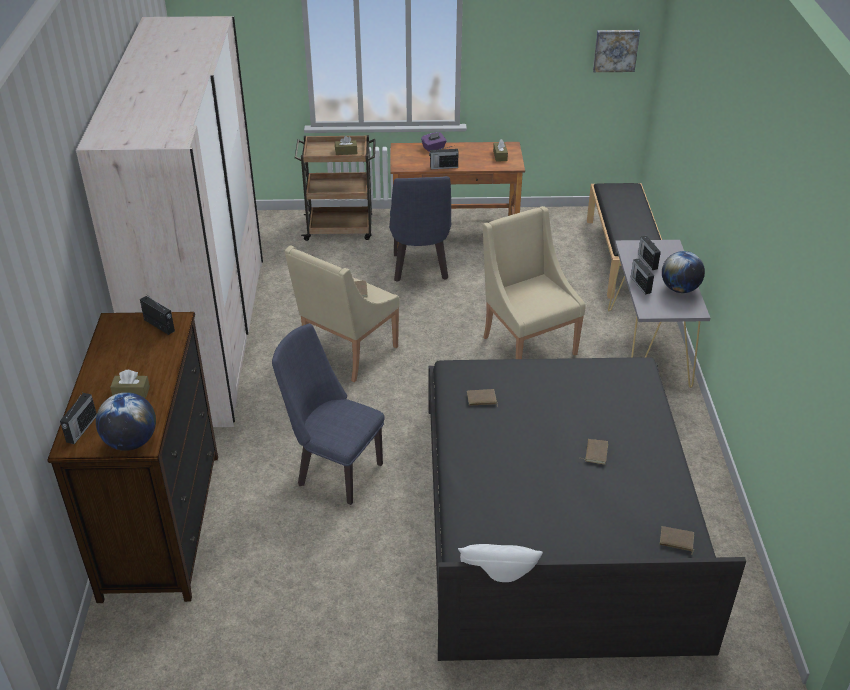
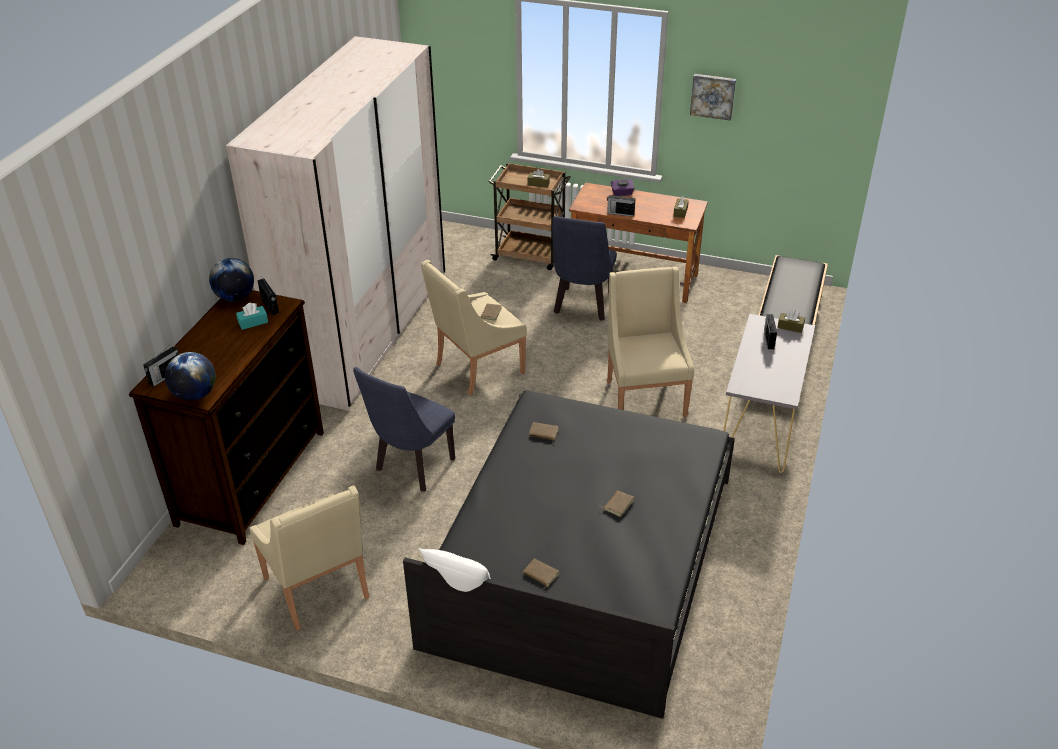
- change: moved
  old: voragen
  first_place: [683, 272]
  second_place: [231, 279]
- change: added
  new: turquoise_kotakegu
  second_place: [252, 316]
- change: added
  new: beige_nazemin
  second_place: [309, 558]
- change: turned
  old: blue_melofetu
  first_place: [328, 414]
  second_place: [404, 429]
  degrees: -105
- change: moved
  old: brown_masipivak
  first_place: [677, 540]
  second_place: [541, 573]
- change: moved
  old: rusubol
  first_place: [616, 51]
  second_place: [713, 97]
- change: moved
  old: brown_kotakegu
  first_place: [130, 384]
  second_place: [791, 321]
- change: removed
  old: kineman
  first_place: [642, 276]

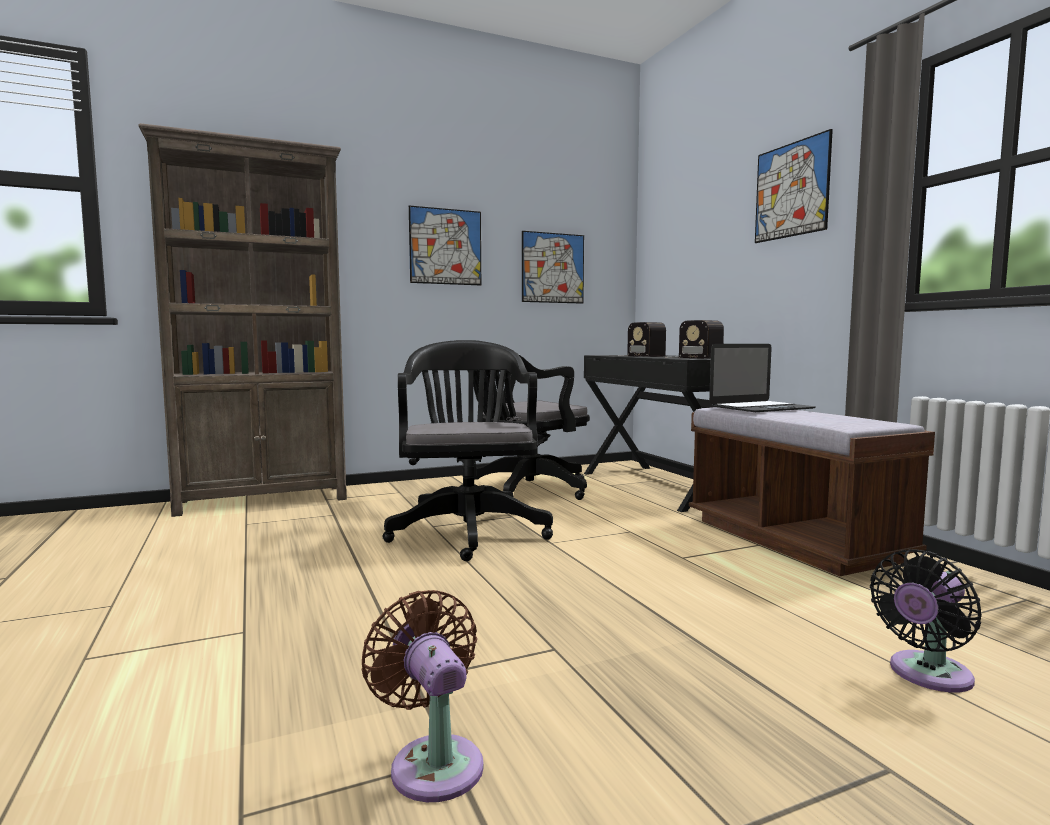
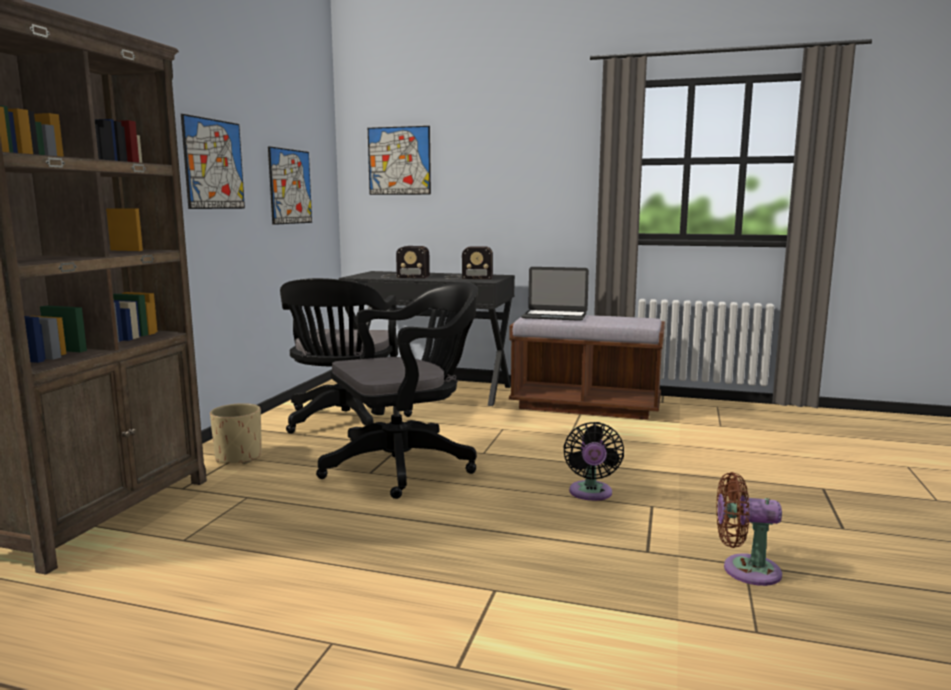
- change: added
  new: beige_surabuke
  second_place: [236, 433]
- change: turned
  old: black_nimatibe
  first_place: [468, 450]
  second_place: [397, 390]
  degrees: 120
- change: moved
  old: rusubol
  first_place: [794, 186]
  second_place: [399, 160]
- change: turned
  old: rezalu
  first_place: [762, 378]
  second_place: [555, 294]
  degrees: 90
- change: moved
  old: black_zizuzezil
  first_place: [926, 620]
  second_place: [593, 461]

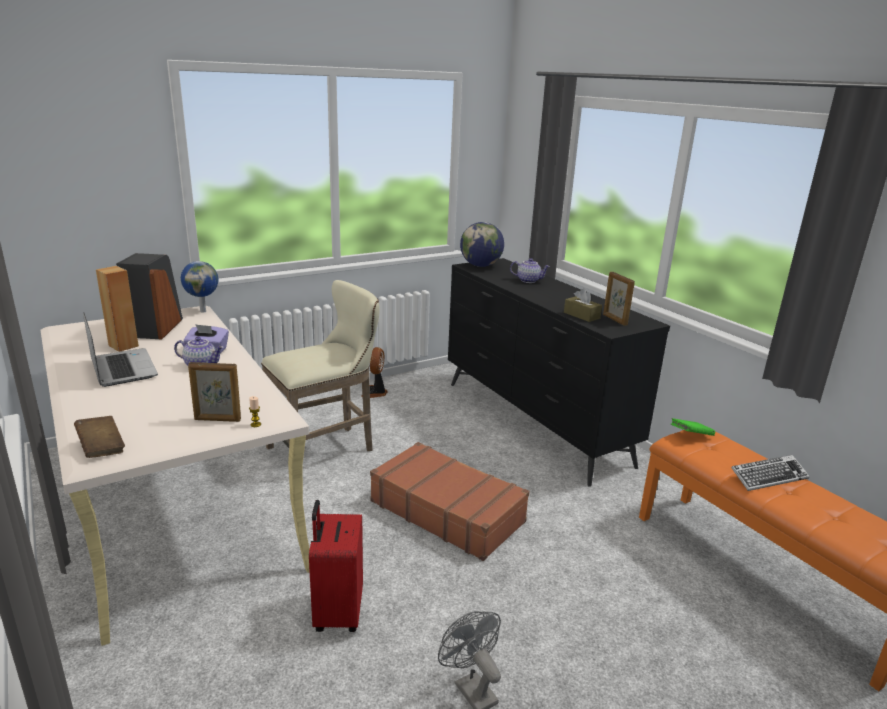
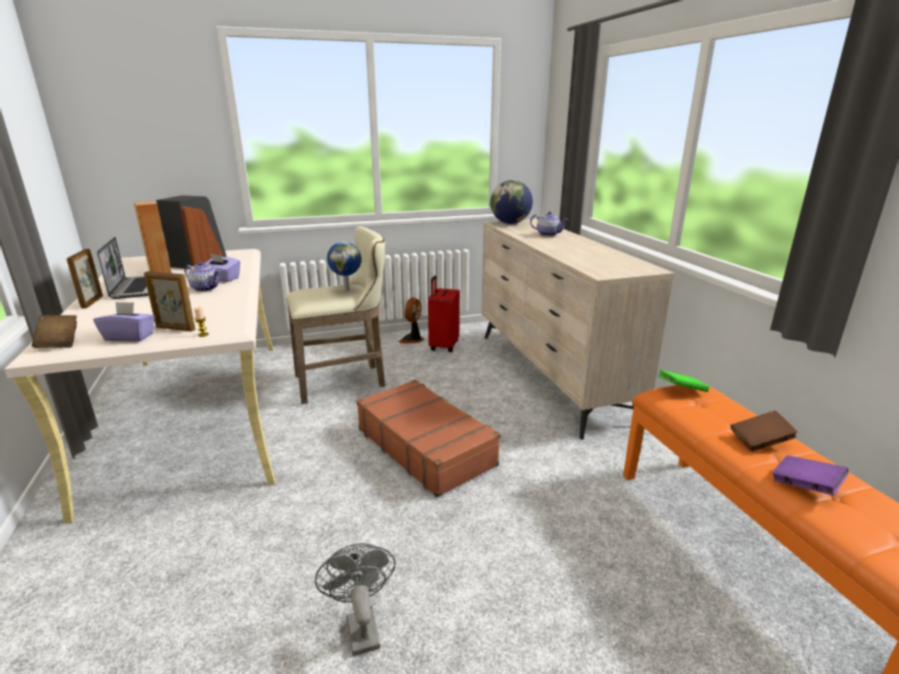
- change: moved
  old: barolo
  first_place: [619, 299]
  second_place: [85, 279]
- change: added
  new: purple_kotakegu
  second_place: [124, 322]
- change: moved
  old: voragen
  first_place: [200, 287]
  second_place: [344, 266]
- change: moved
  old: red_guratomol
  first_place: [336, 566]
  second_place: [444, 314]
- change: recoloured
  old: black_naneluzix
  new: beige_naneluzix
  first_place: [559, 372]
  second_place: [578, 329]
- change: replaced
  old: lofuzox
  new: brown_masipivak
  first_place: [770, 473]
  second_place: [764, 431]
- change: added
  new: purple_masipivak
  second_place: [810, 475]
- change: removed
  old: brown_kotakegu
  first_place: [583, 305]

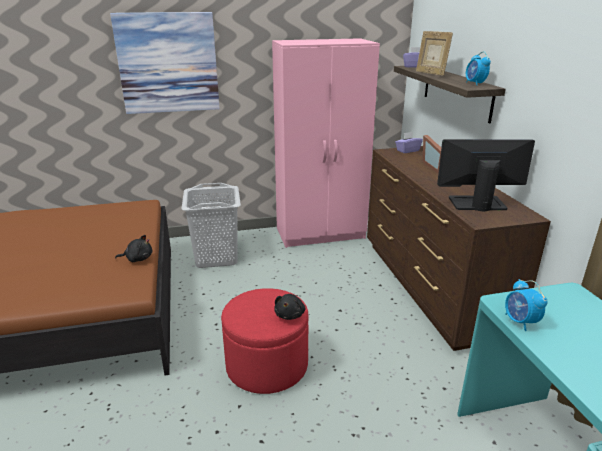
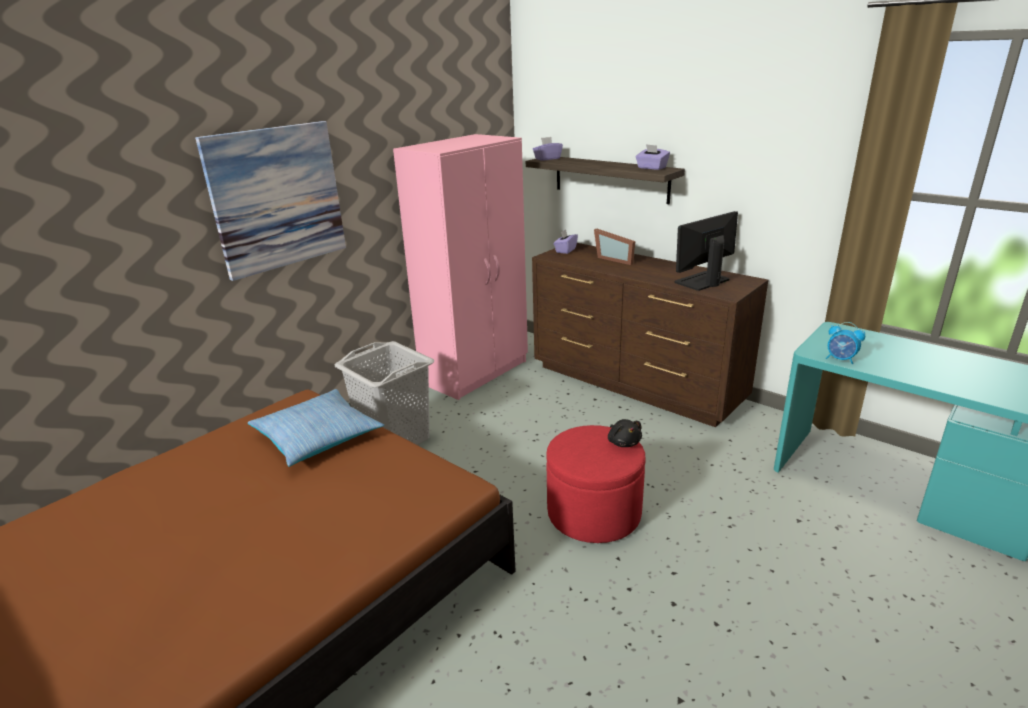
- change: added
  new: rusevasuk
  second_place: [316, 428]
- change: replaced
  old: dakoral
  new: purple_kotakegu
  first_place: [478, 68]
  second_place: [653, 157]
- change: removed
  old: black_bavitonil
  first_place: [133, 248]
- change: removed
  old: barolo
  first_place: [434, 53]

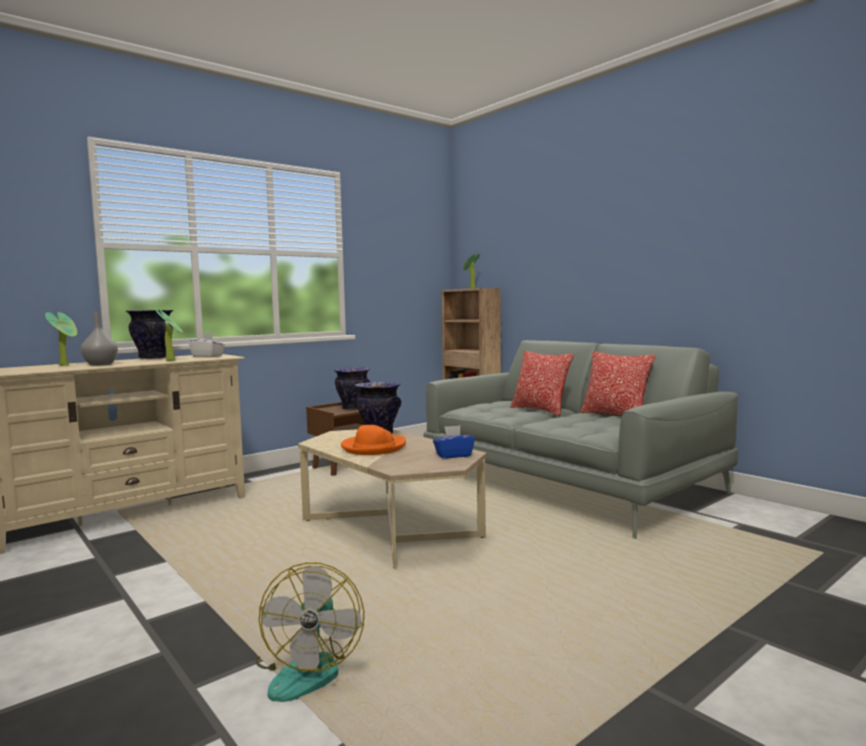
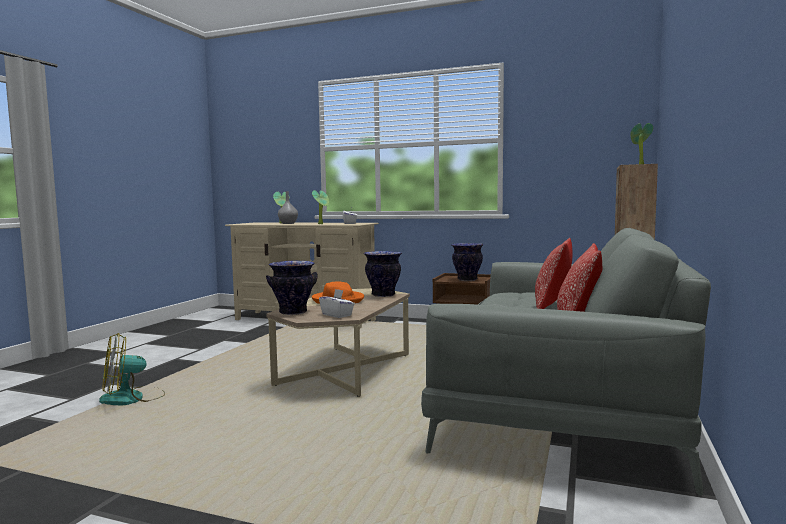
- change: moved
  old: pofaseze
  first_place: [149, 334]
  second_place: [292, 288]
- change: recoloured
  old: blue_kotakegu
  new: white_kotakegu
  first_place: [454, 442]
  second_place: [337, 303]

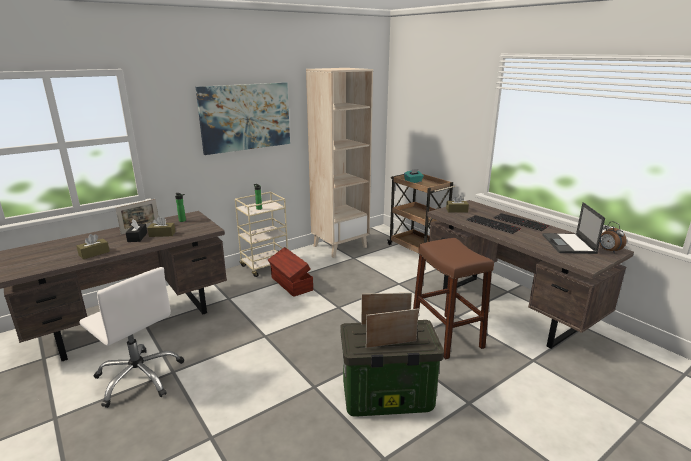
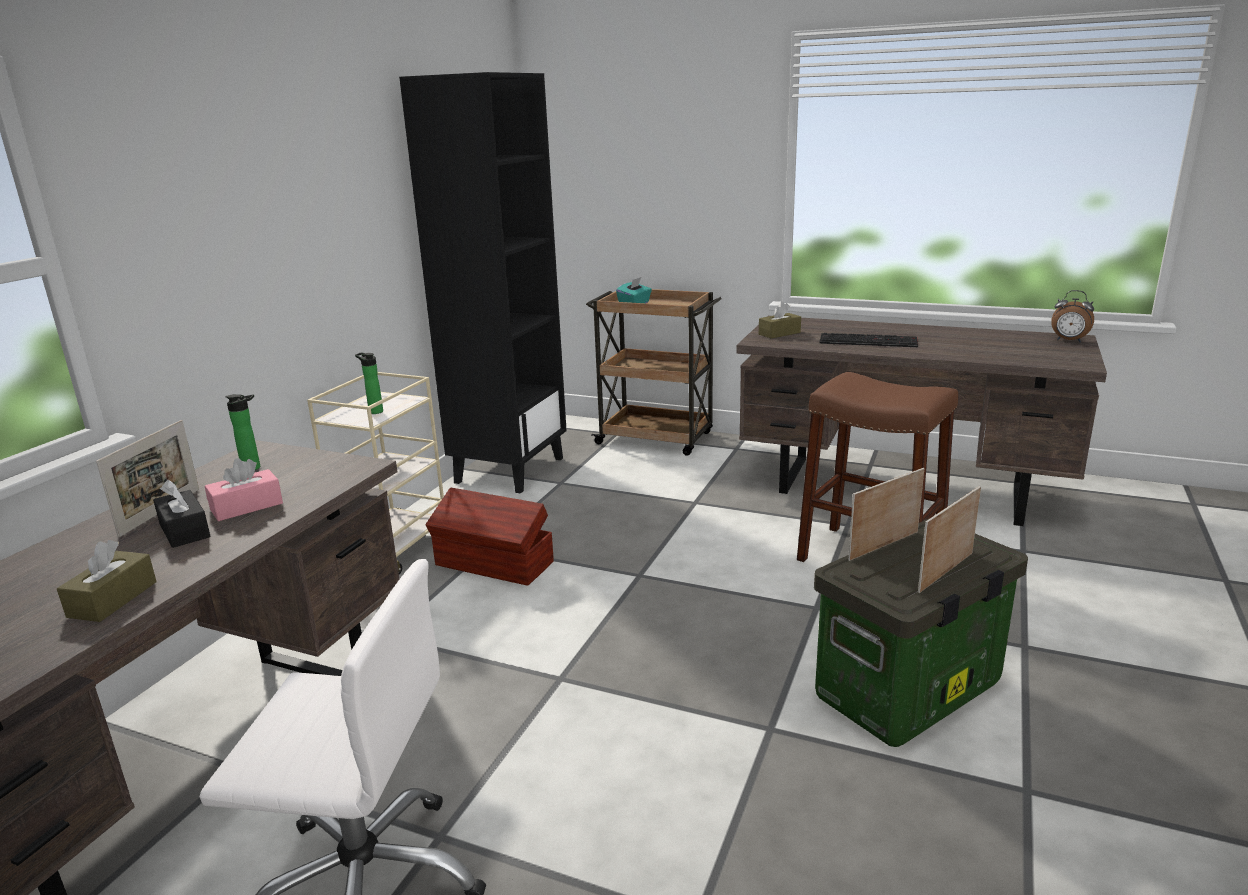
- change: recoloured
  old: brown_kotakegu
  new: pink_kotakegu
  first_place: [161, 226]
  second_place: [244, 489]
- change: recoloured
  old: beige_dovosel
  new: black_dovosel
  first_place: [339, 163]
  second_place: [483, 283]
- change: removed
  old: rusubol
  first_place: [243, 118]
- change: removed
  old: lofuzox
  first_place: [521, 222]
- change: removed
  old: rezalu
  first_place: [573, 228]

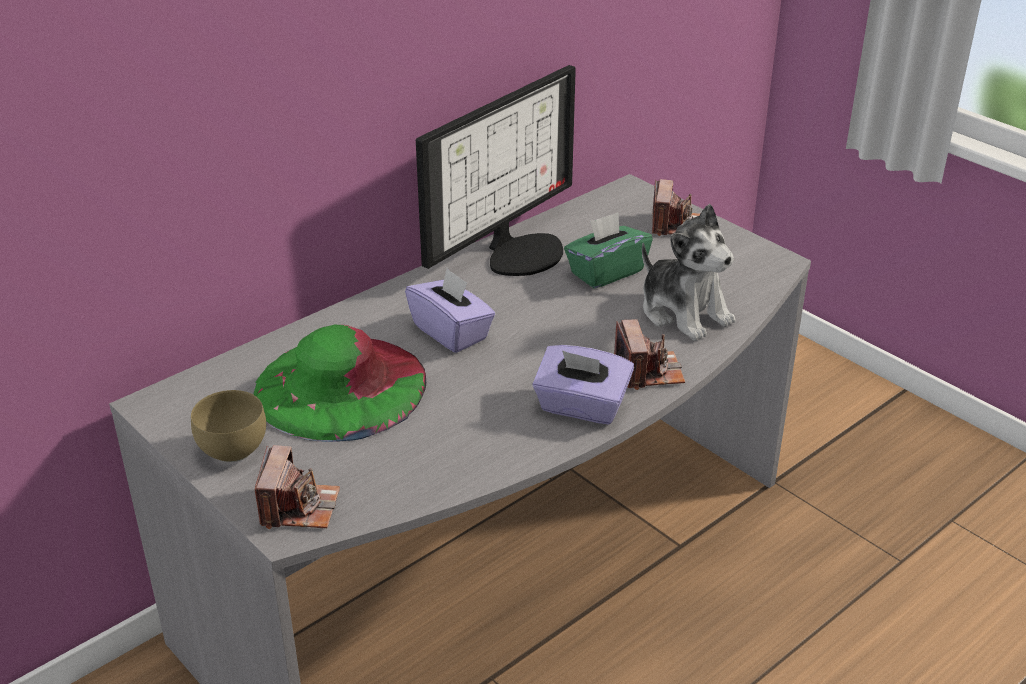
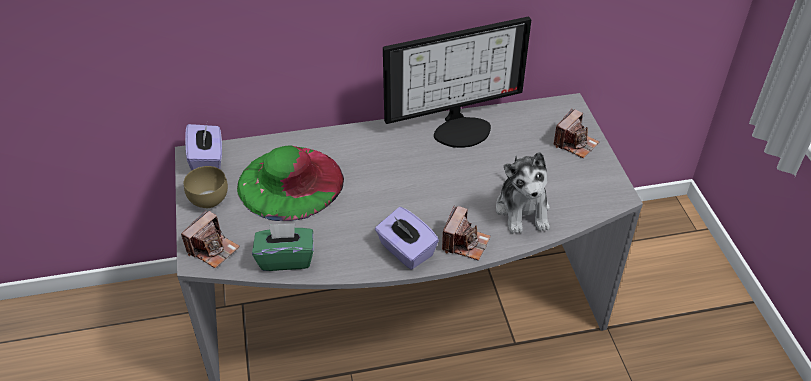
- change: moved
  old: purple_kotakegu
  first_place: [450, 310]
  second_place: [203, 147]
- change: moved
  old: green_kotakegu
  first_place: [608, 250]
  second_place: [282, 247]

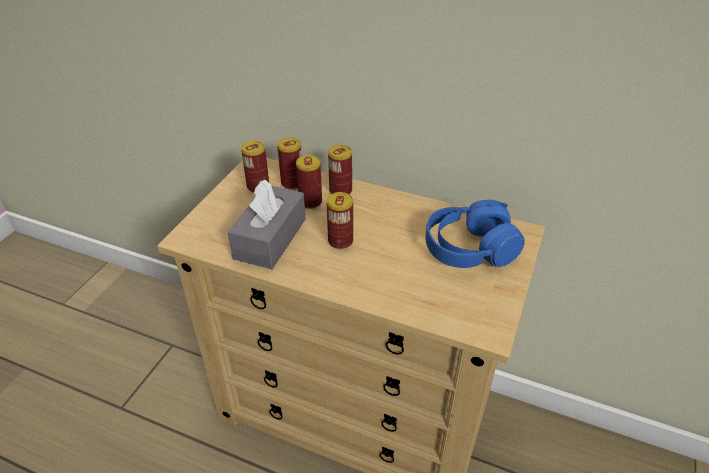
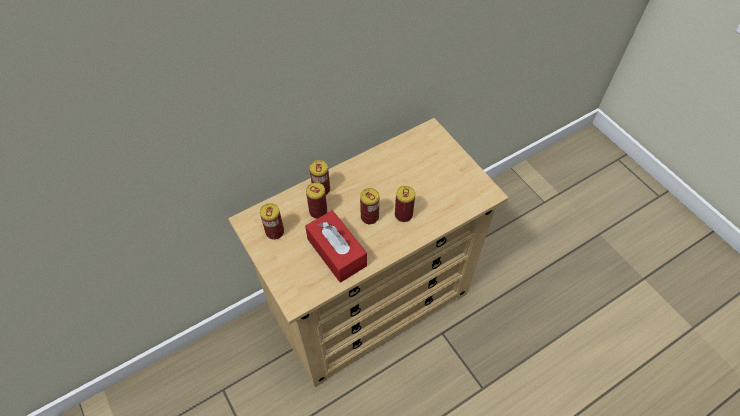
- change: recoloured
  old: grey_kotakegu
  new: red_kotakegu
  first_place: [267, 224]
  second_place: [336, 246]
- change: moved
  old: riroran
  first_place: [289, 163]
  second_place: [405, 204]
- change: removed
  old: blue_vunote
  first_place: [475, 234]

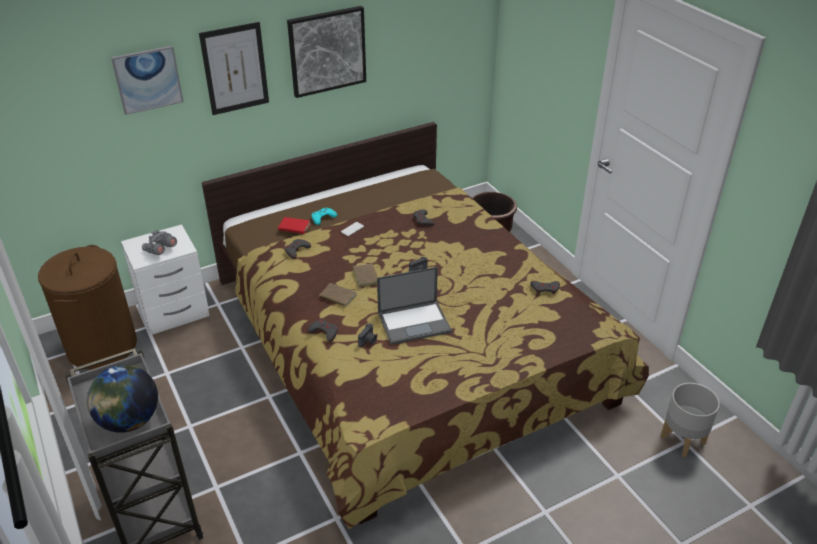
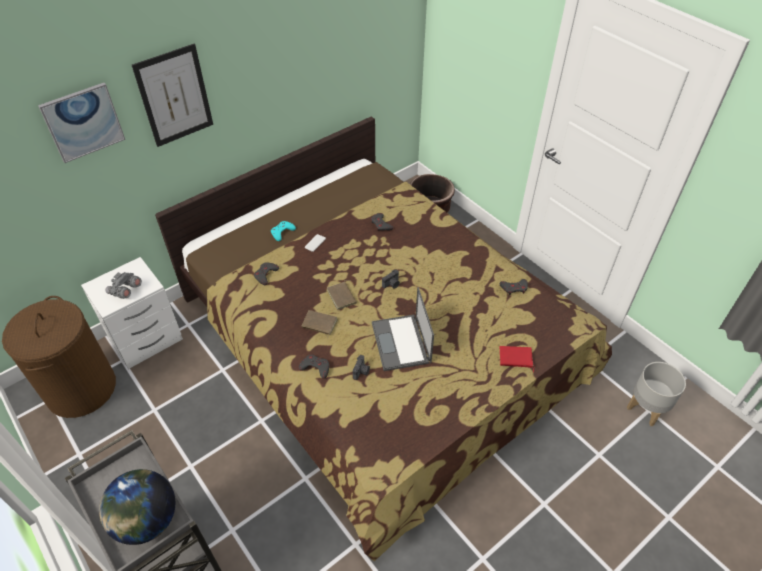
- change: turned
  old: rezalu
  first_place: [414, 306]
  second_place: [403, 329]
  degrees: 105
- change: moved
  old: red_masipivak
  first_place: [294, 226]
  second_place: [517, 359]
- change: removed
  old: rusubol
  first_place: [326, 52]

